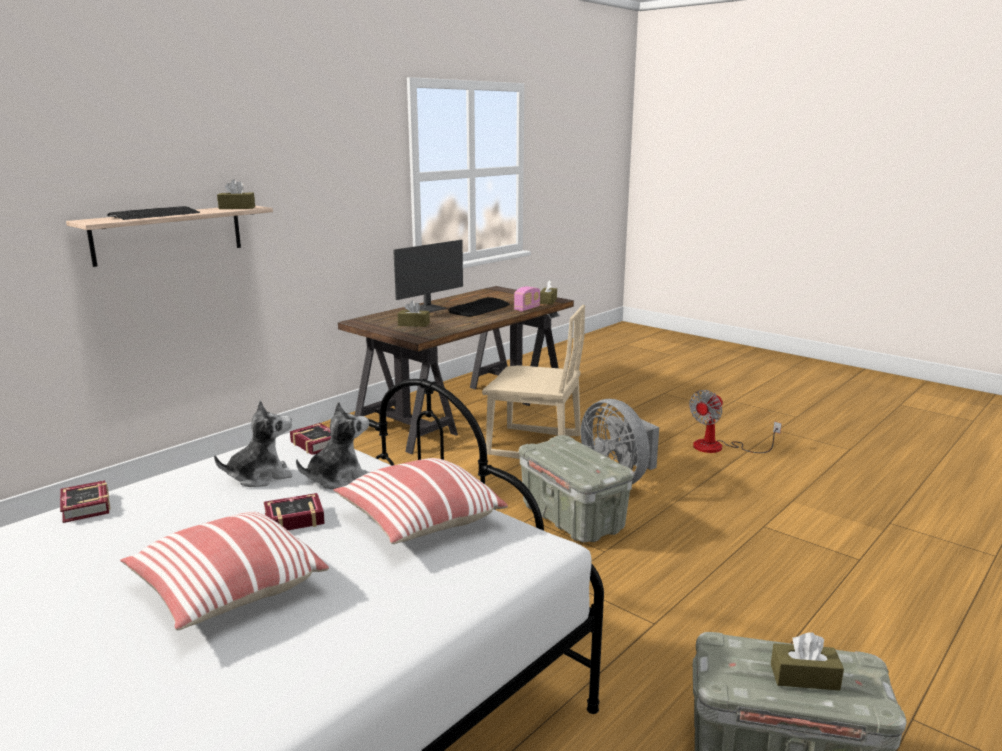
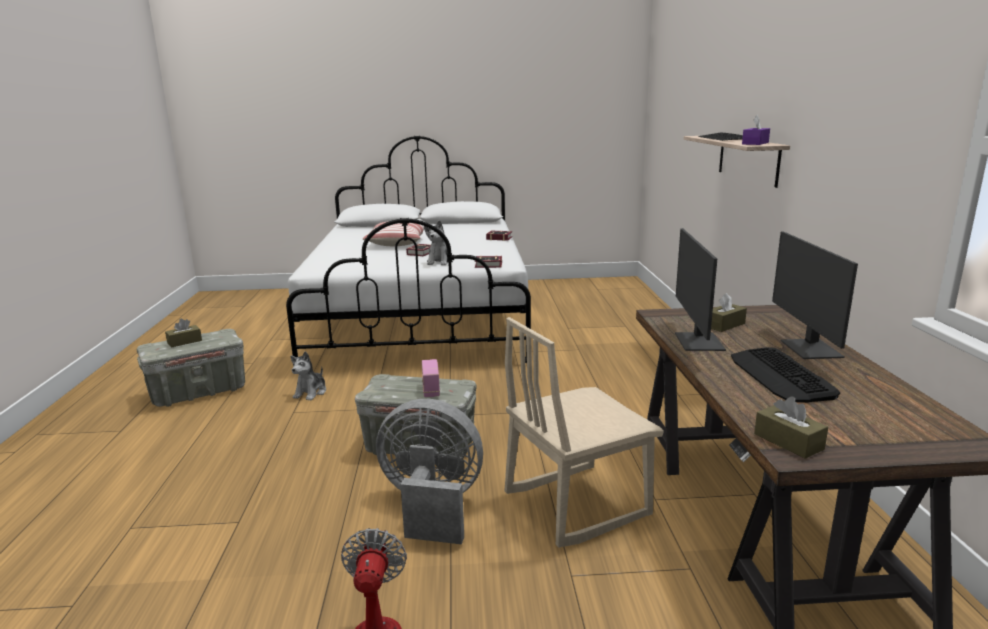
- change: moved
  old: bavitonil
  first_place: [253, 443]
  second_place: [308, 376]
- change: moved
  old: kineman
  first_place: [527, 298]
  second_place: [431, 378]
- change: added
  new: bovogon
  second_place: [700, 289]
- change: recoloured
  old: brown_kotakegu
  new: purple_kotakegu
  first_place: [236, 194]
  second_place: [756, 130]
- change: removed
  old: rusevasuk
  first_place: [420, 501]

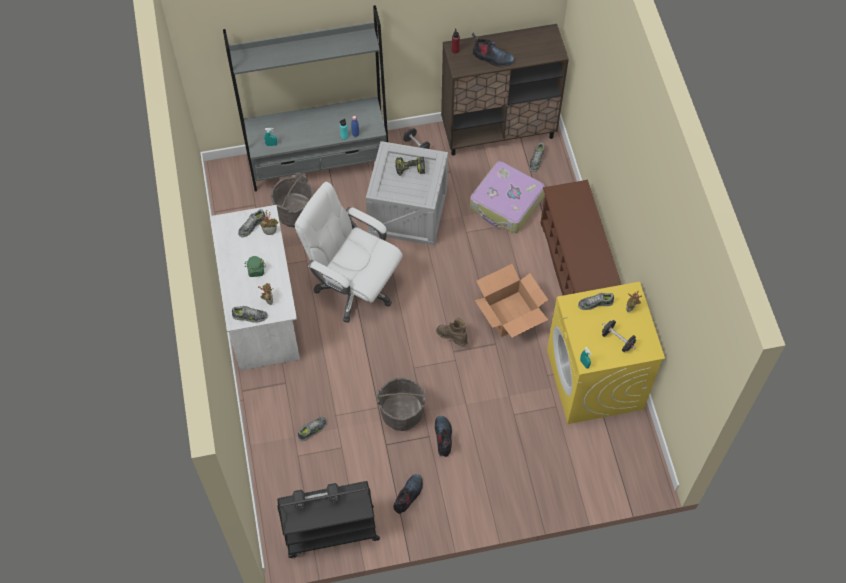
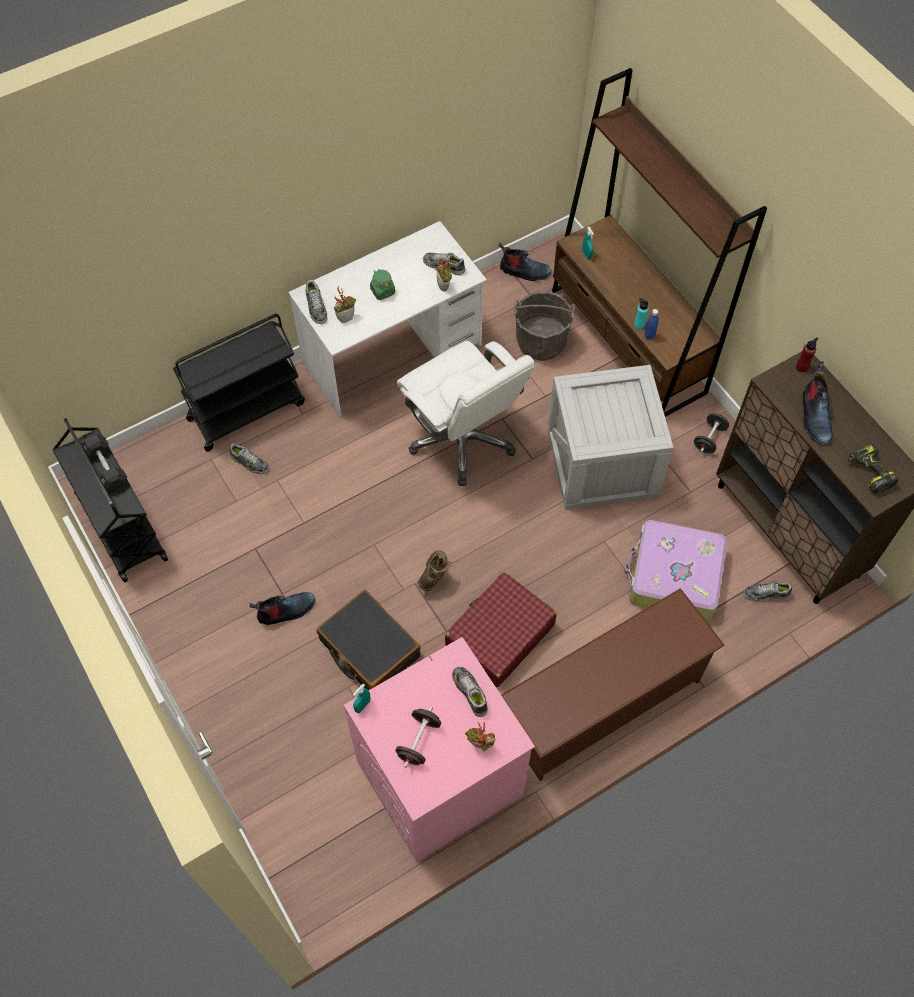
- change: added
  new: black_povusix
  second_place: [239, 382]
- change: added
  new: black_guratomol
  second_place: [369, 640]
- change: recoloured
  old: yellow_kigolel
  new: pink_kigolel
  first_place: [606, 353]
  second_place: [439, 749]
- change: turned
  old: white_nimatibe
  first_place: [349, 252]
  second_place: [466, 413]
  degrees: 135
- change: replaced
  old: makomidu
  new: red_guratomol
  first_place: [511, 301]
  second_place: [501, 629]
- change: moved
  old: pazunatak
  first_place: [408, 494]
  second_place: [525, 262]
- change: recoloured
  old: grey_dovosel
  new: brown_dovosel
  first_place: [305, 98]
  second_place: [659, 242]
- change: moved
  old: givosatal
  first_place: [410, 166]
  second_place: [873, 469]
- change: removed
  old: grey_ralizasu
  first_place: [401, 404]

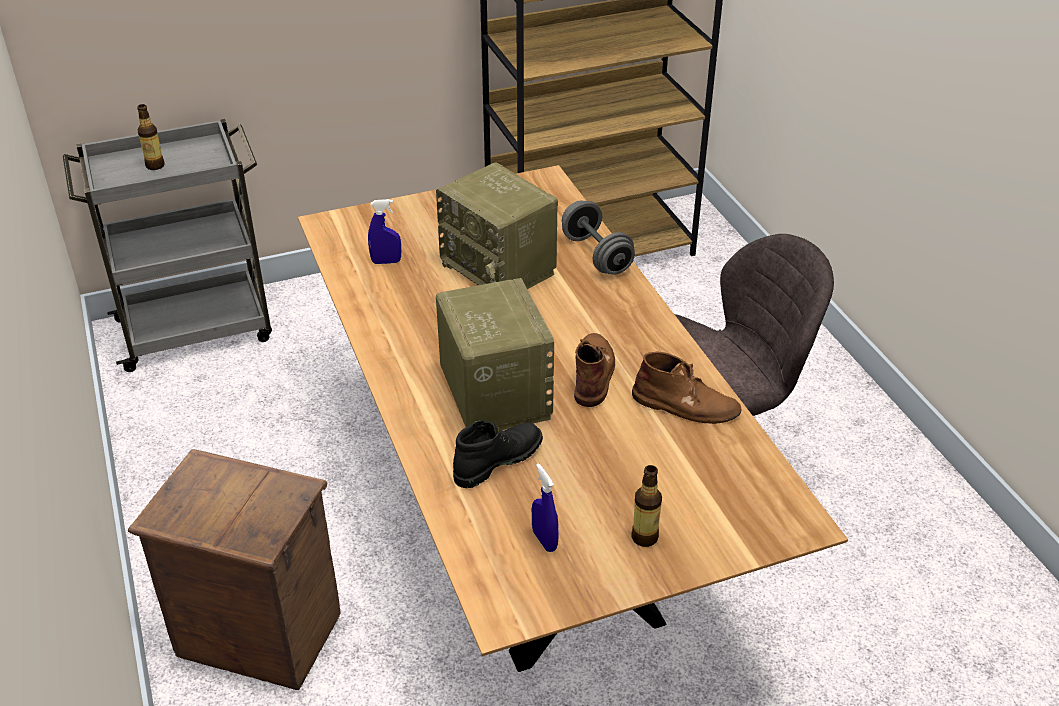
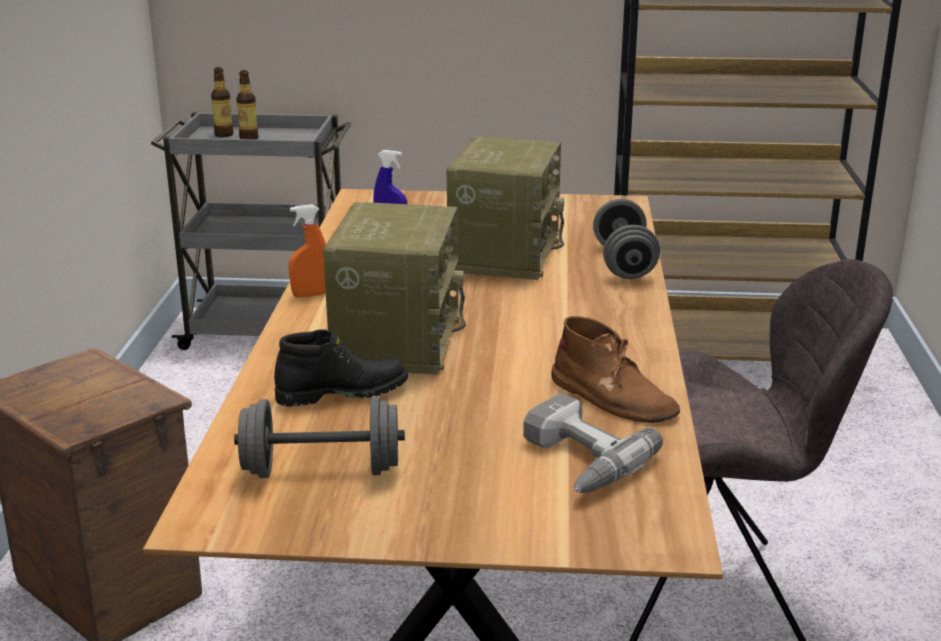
- change: moved
  old: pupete
  first_place: [646, 506]
  second_place: [222, 102]
- change: replaced
  old: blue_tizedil
  new: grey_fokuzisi
  first_place: [545, 507]
  second_place: [319, 437]
- change: added
  new: orange_tizedil
  second_place: [307, 250]
- change: turned
  old: kineman
  first_place: [497, 227]
  second_place: [505, 208]
  degrees: -150
- change: added
  new: givosatal
  second_place: [593, 443]
- change: removed
  old: brown_pazunatak
  first_place: [594, 370]

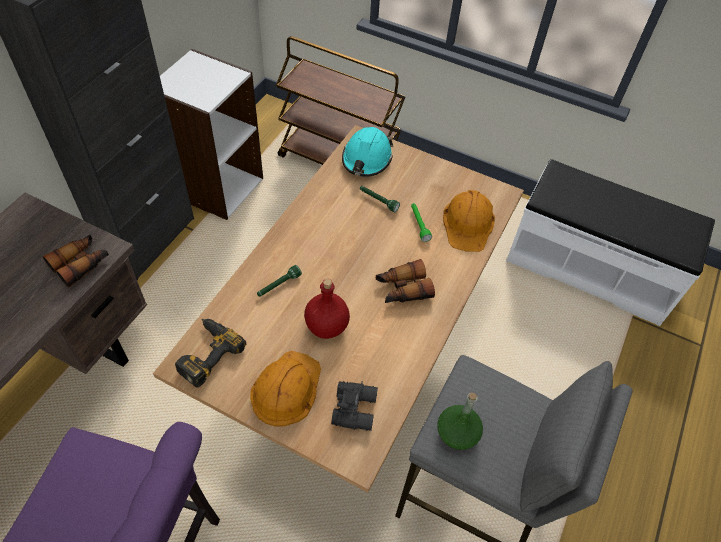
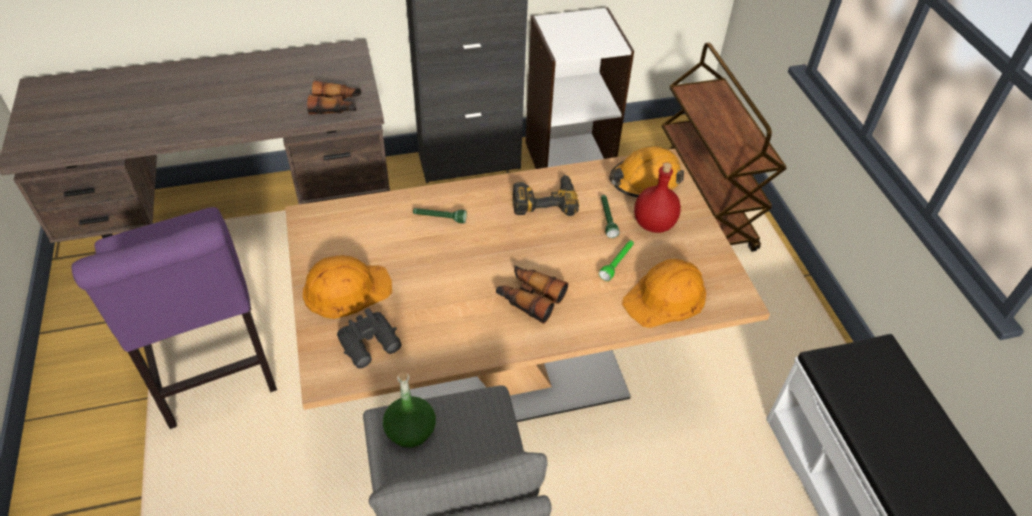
- change: moved
  old: givosatal
  first_place: [210, 353]
  second_place: [546, 195]
- change: recoloured
  old: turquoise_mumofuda
  new: orange_mumofuda
  first_place: [367, 152]
  second_place: [647, 171]
- change: moved
  old: red_pupete
  first_place: [327, 309]
  second_place: [657, 198]

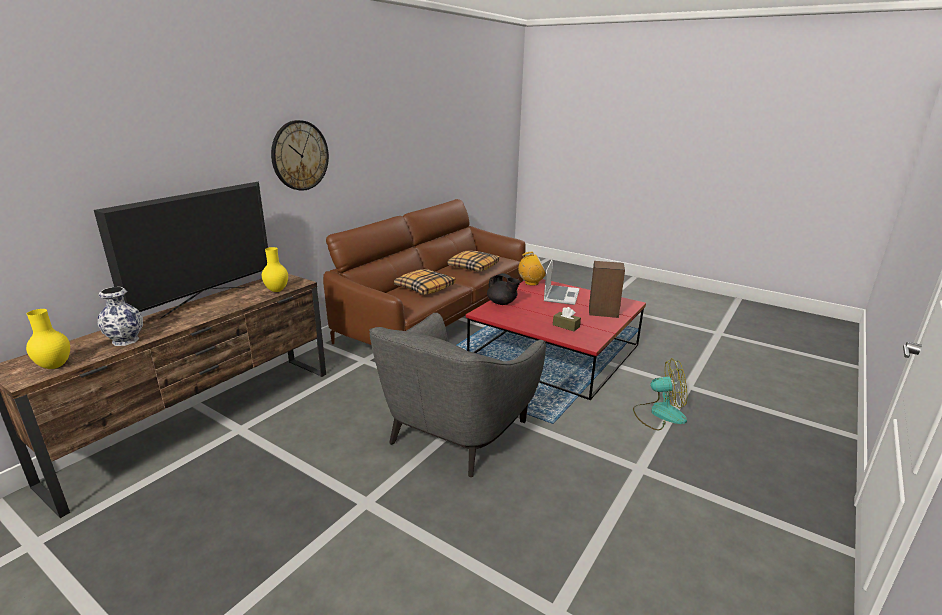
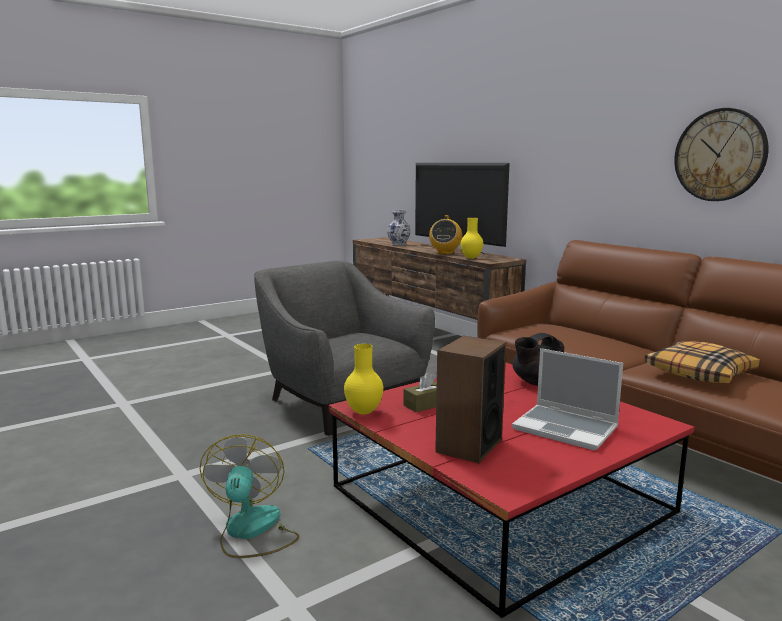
- change: turned
  old: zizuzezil
  first_place: [660, 394]
  second_place: [249, 496]
  degrees: 150
- change: moved
  old: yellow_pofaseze
  first_place: [48, 339]
  second_place: [363, 379]
- change: moved
  old: kineman
  first_place: [532, 269]
  second_place: [445, 234]
- change: moved
  old: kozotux
  first_place: [300, 155]
  second_place: [721, 154]
- change: removed
  old: rusevasuk
  first_place: [425, 282]

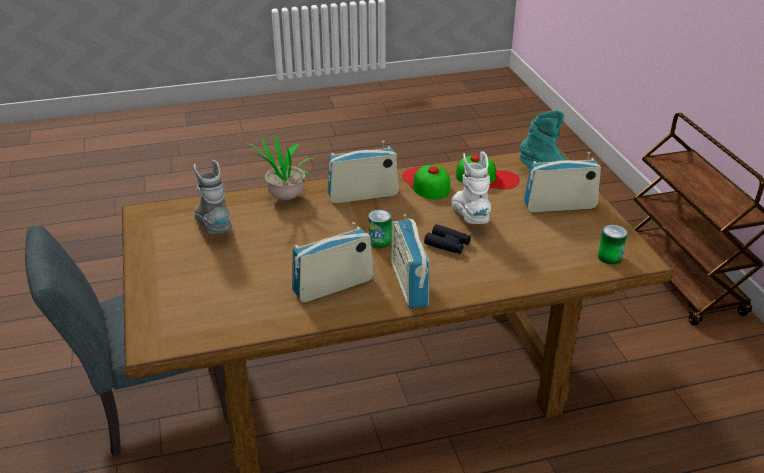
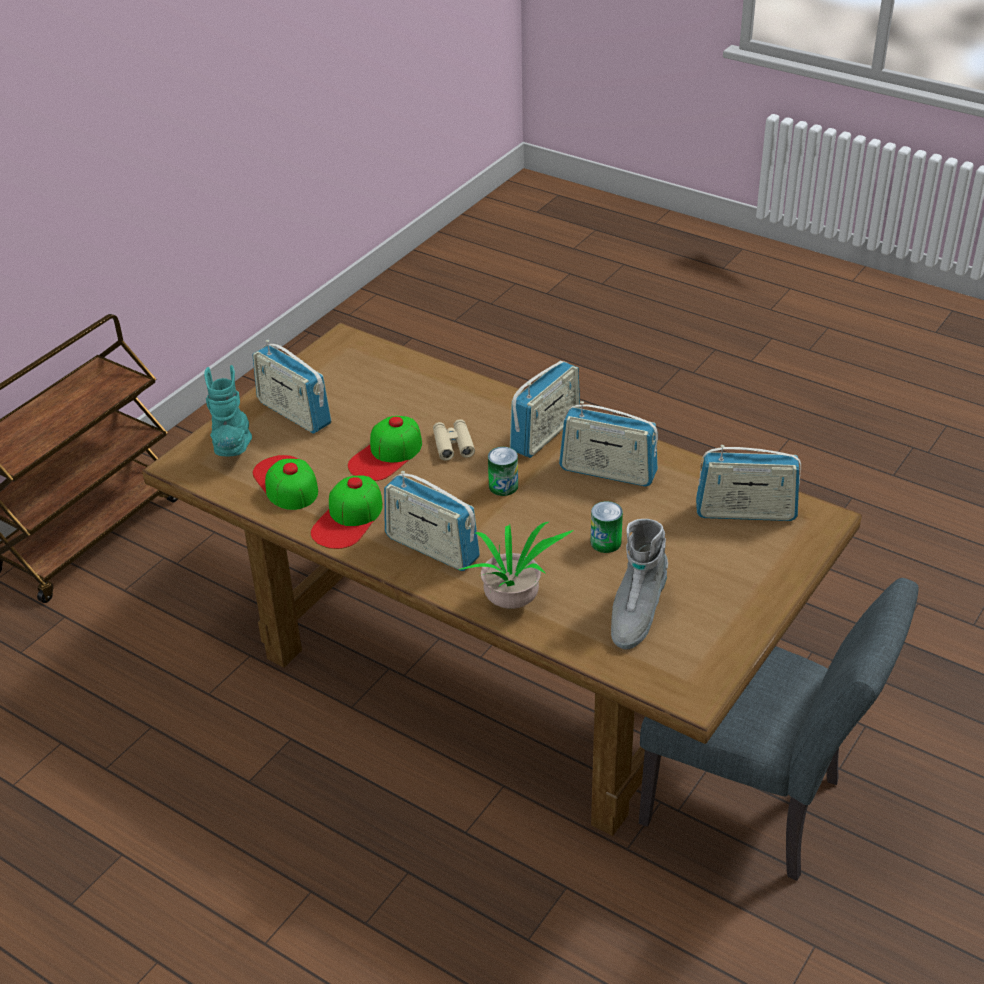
- change: replaced
  old: white_pazunatak
  new: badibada
  first_place: [471, 187]
  second_place: [385, 448]
- change: recoloured
  old: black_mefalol
  new: beige_mefalol
  first_place: [447, 239]
  second_place: [454, 440]
- change: moved
  old: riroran
  first_place: [612, 245]
  second_place: [607, 527]
- change: added
  new: kineman
  second_place: [748, 483]

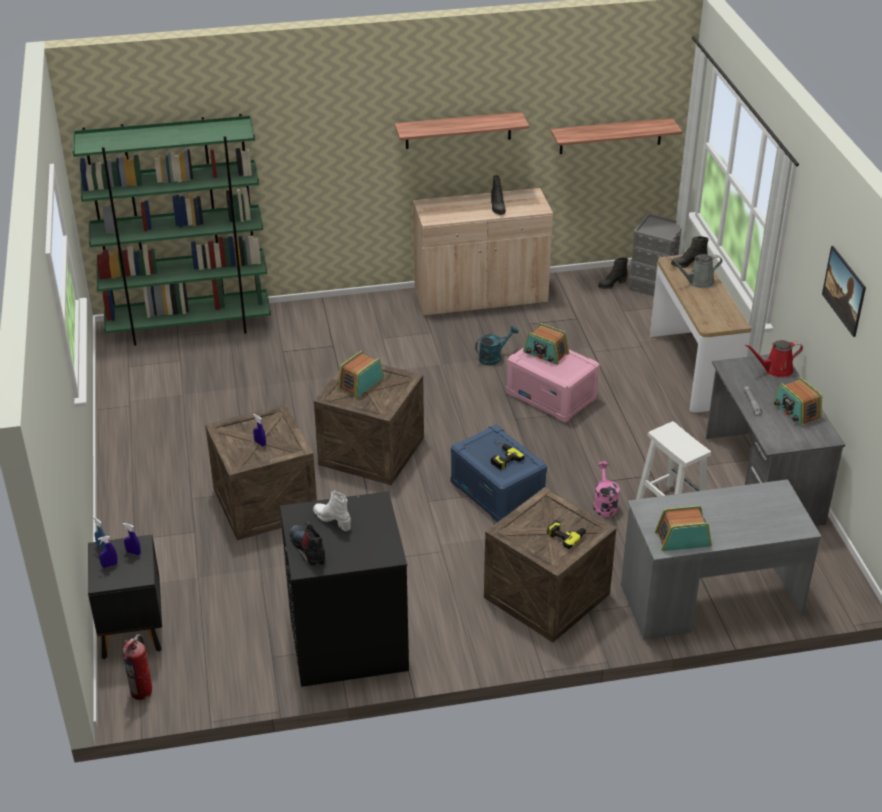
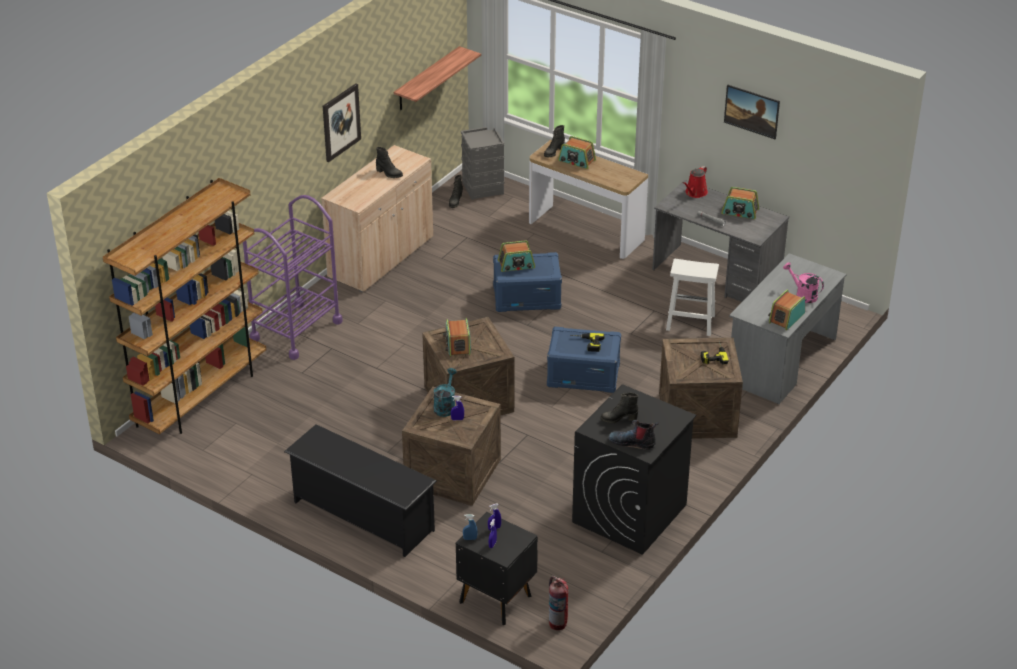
- change: recoloured
  old: green_dovosel
  new: brown_dovosel
  first_place: [172, 230]
  second_place: [184, 306]
- change: added
  new: purple_povusix
  second_place: [293, 277]
- change: added
  new: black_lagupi
  second_place: [360, 490]
- change: replaced
  old: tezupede
  new: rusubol
  first_place: [462, 130]
  second_place: [342, 123]
- change: moved
  old: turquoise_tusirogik
  first_place: [496, 345]
  second_place: [445, 392]
- change: recoloured
  old: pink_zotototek
  new: blue_zotototek
  first_place: [553, 385]
  second_place: [527, 282]
- change: replaced
  old: grey_tusirogik
  new: kineman
  first_place: [696, 271]
  second_place: [577, 152]
- change: recoloured
  old: white_pazunatak
  new: black_pazunatak
  first_place: [331, 511]
  second_place: [619, 408]
- change: moved
  old: pink_tusirogik
  first_place: [606, 489]
  second_place: [803, 282]

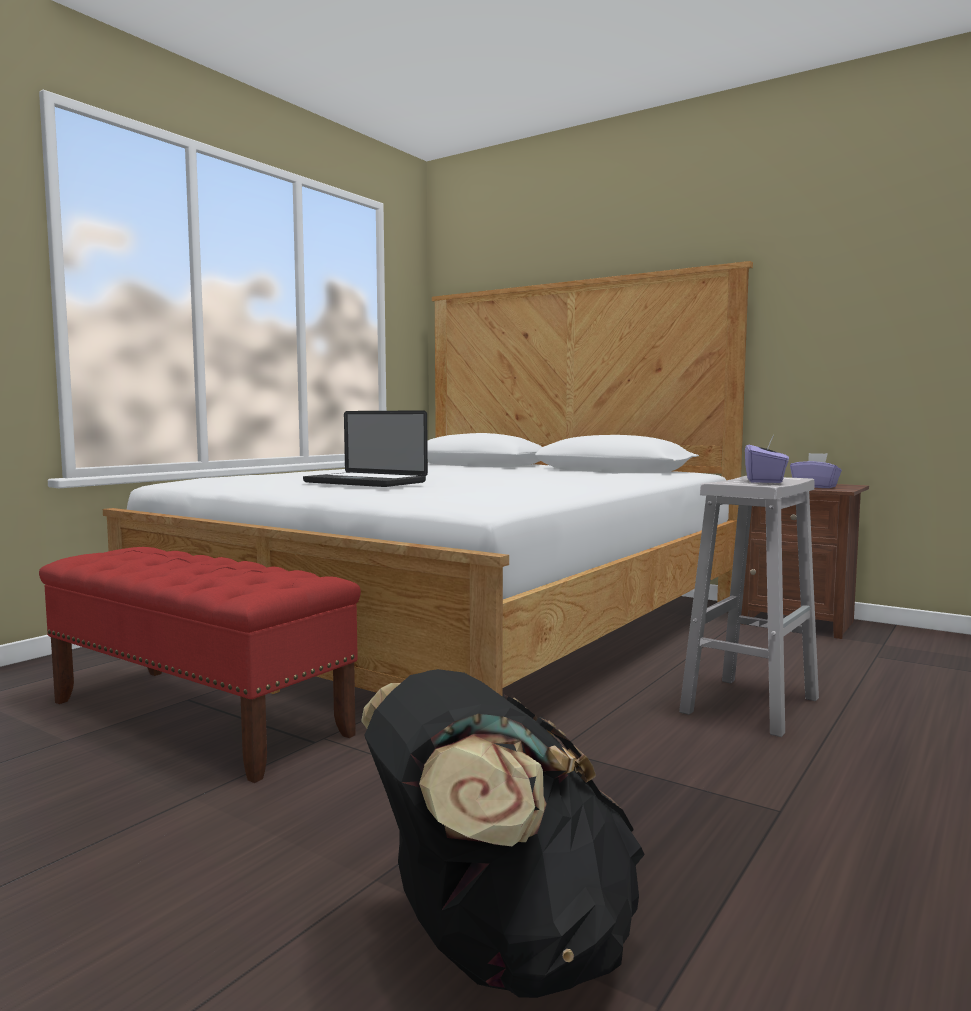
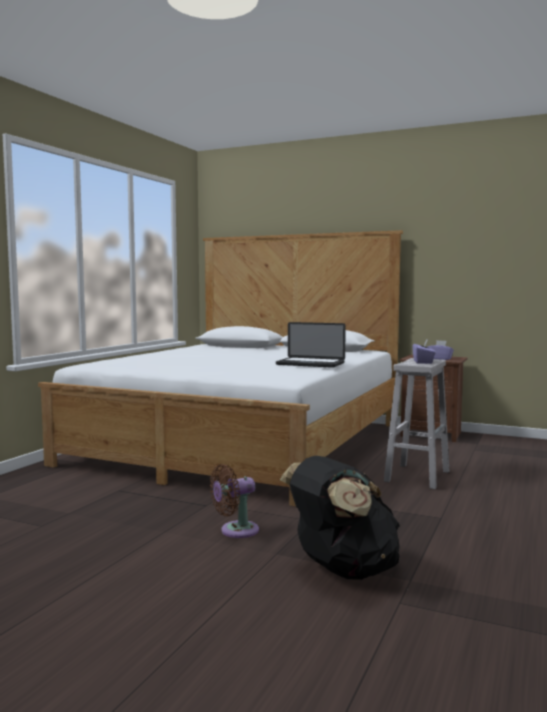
- change: added
  new: brown_zizuzezil
  second_place: [234, 501]
- change: moved
  old: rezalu
  first_place: [365, 448]
  second_place: [311, 345]
- change: removed
  old: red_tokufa
  first_place: [200, 665]

